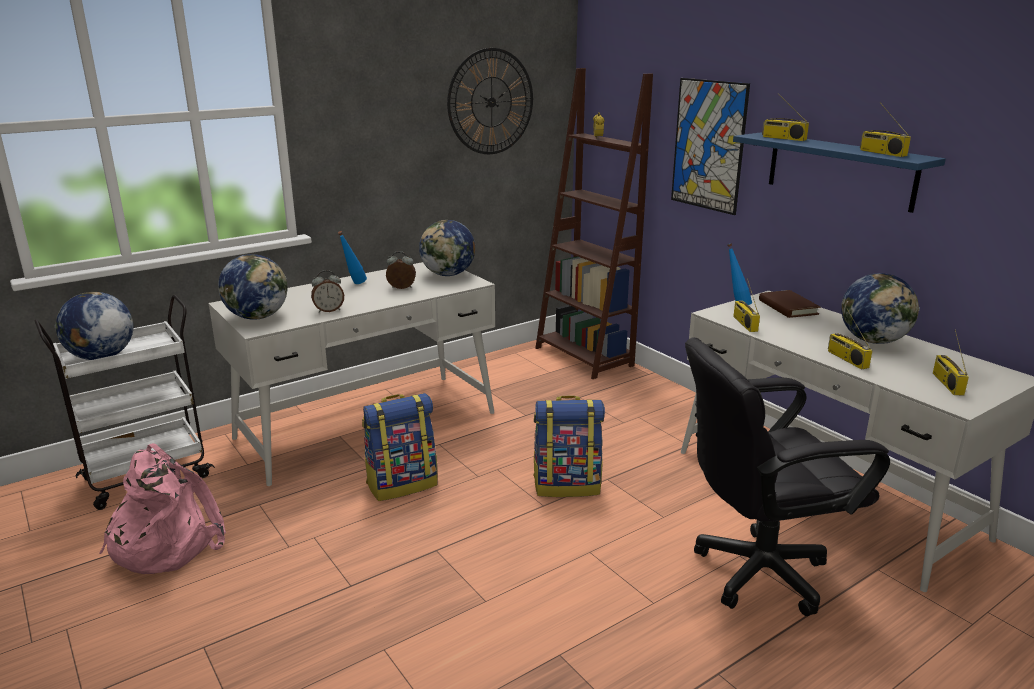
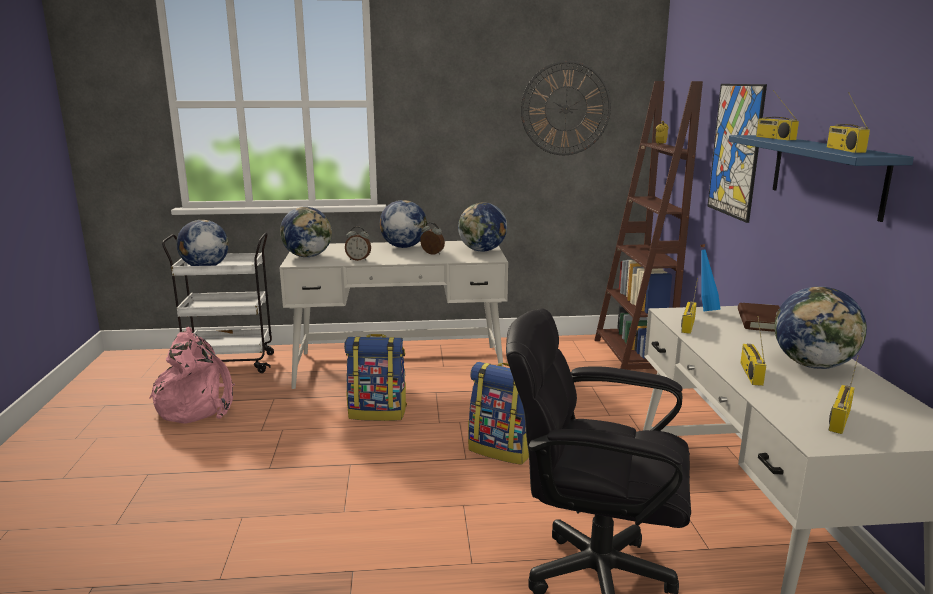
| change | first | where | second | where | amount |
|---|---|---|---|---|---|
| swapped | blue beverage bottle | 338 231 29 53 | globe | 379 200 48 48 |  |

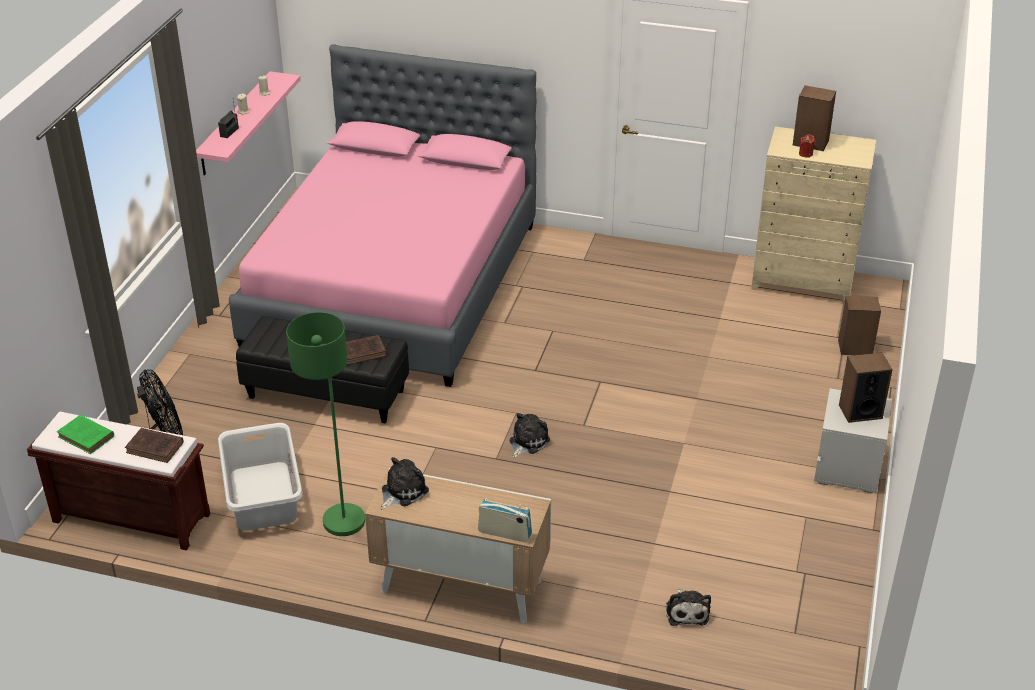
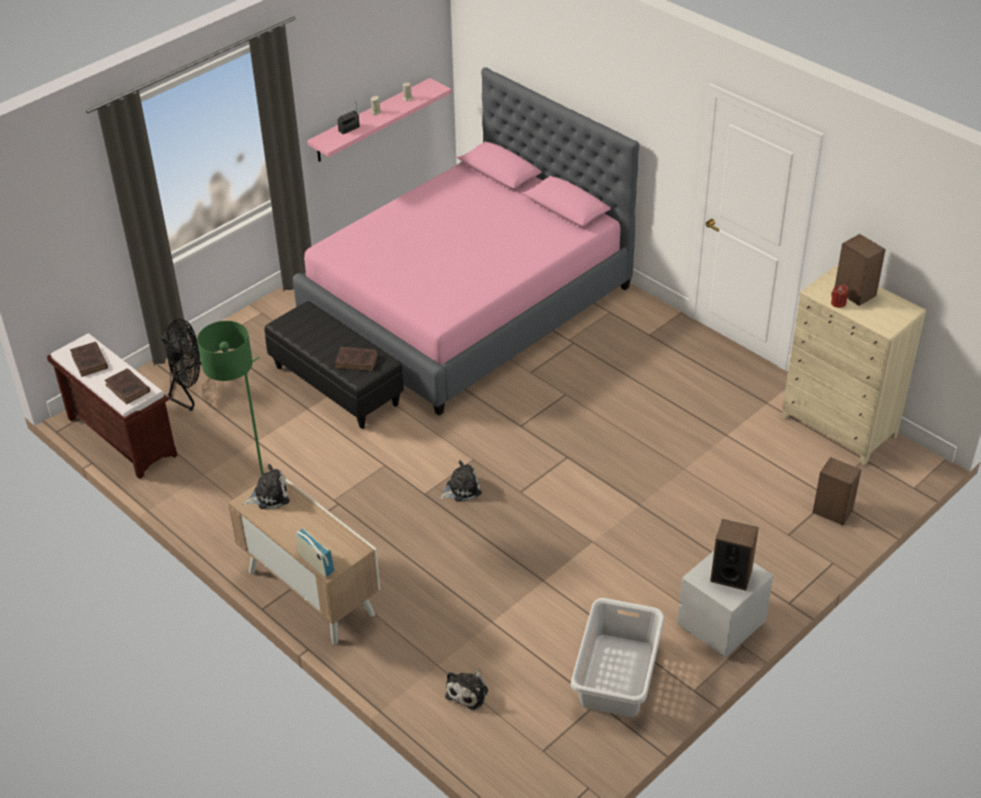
| change | first | where | second | where | amount |
|---|---|---|---|---|---|
| repainted | greenish book | 57 415 57 39 | brown book | 70 342 38 35 |  |
| shifted | gray washing basket | 218 423 85 108 |  | 571 598 93 119 |  |

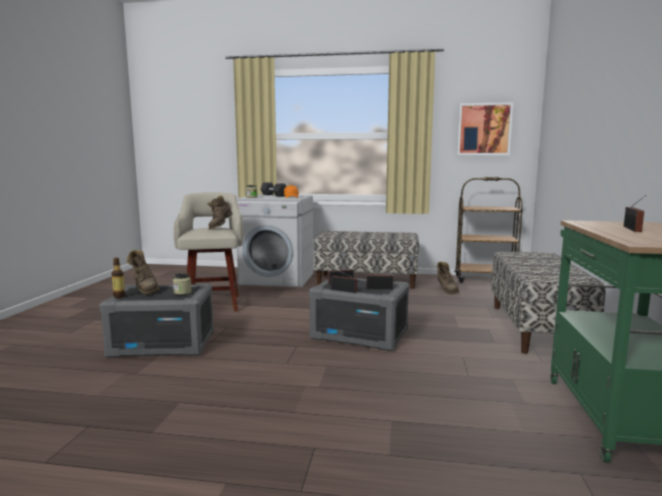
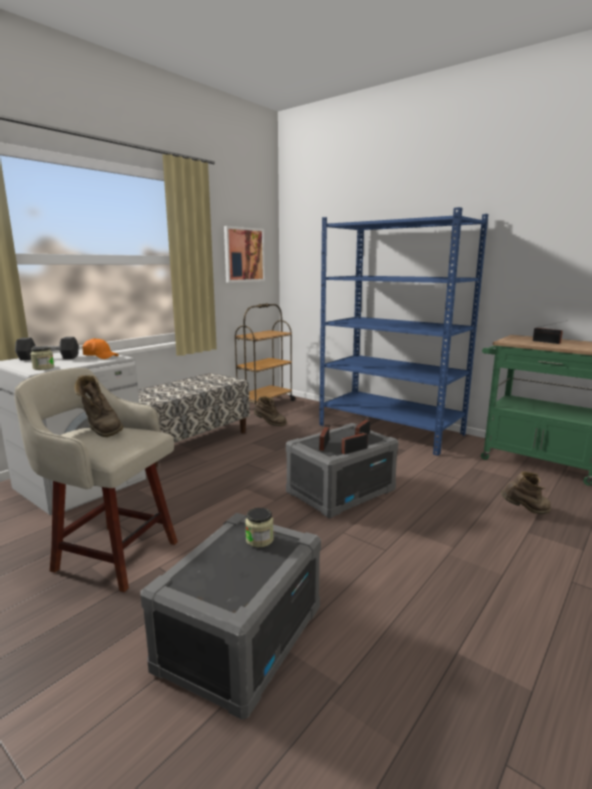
| change | first | where | second | where | amount |
|---|---|---|---|---|---|
| gone | beverage bottle | 112 258 13 40 |  |  |  |
| shifted | brown tall boot | 127 250 32 45 |  | 501 471 50 43 |  |
| swapped | long seat | 491 252 114 102 | blue shelving unit | 319 207 169 249 |  |

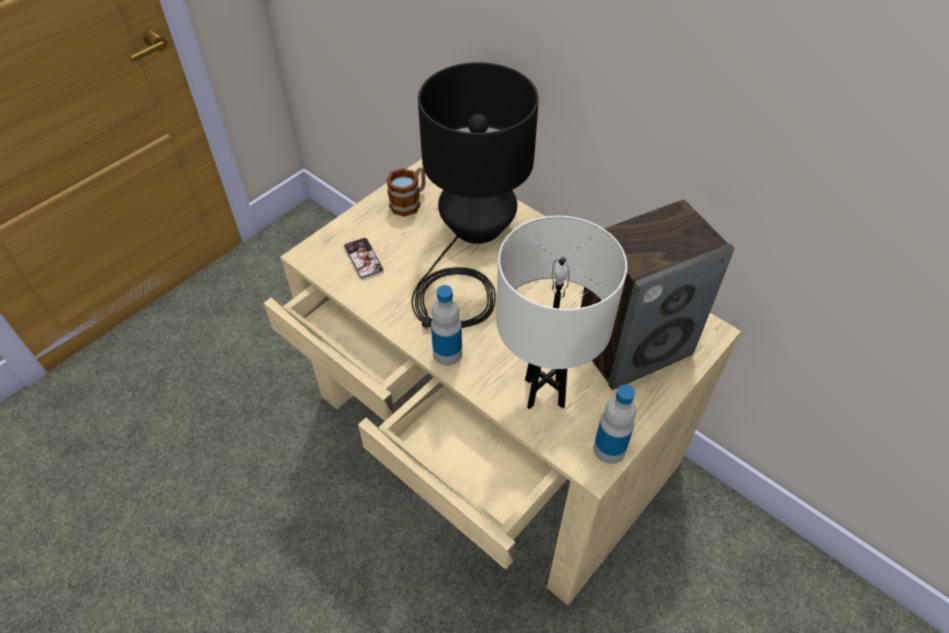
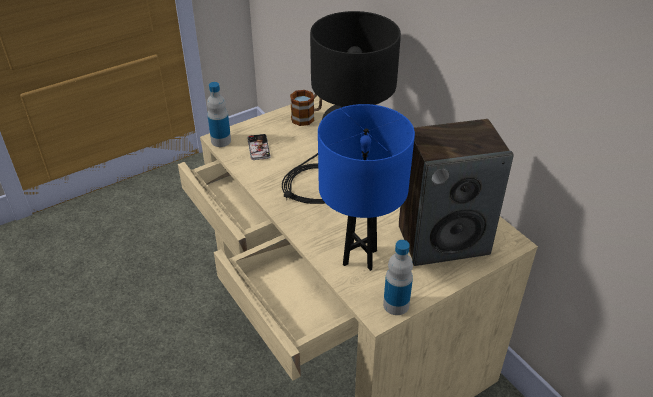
| change | first | where | second | where | amount |
|---|---|---|---|---|---|
| shifted | beverage bottle | 431 285 31 81 |  | 207 82 24 65 |  |
| repainted | white-coloured lamp for a table | 496 216 131 193 | blue lamp for a table | 318 104 97 167 |  |

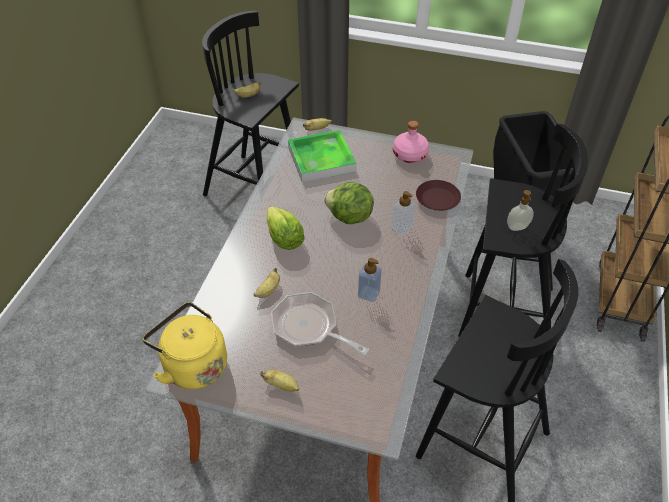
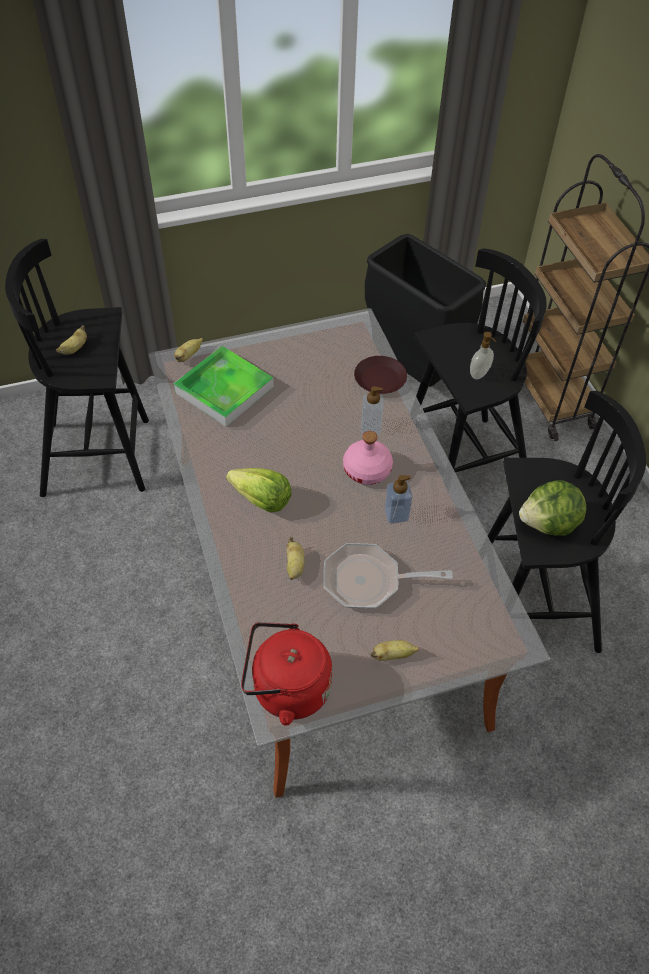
| change | first | where | second | where | amount |
|---|---|---|---|---|---|
| repainted | yellow kettle | 143 302 84 88 | red-coloured kettle | 241 622 91 104 |  |
| shifted | lettuce head | 324 182 50 42 |  | 519 480 67 56 |  |
| shifted | pink-coloured beverage bottle | 393 121 36 42 |  | 343 431 50 54 |  |

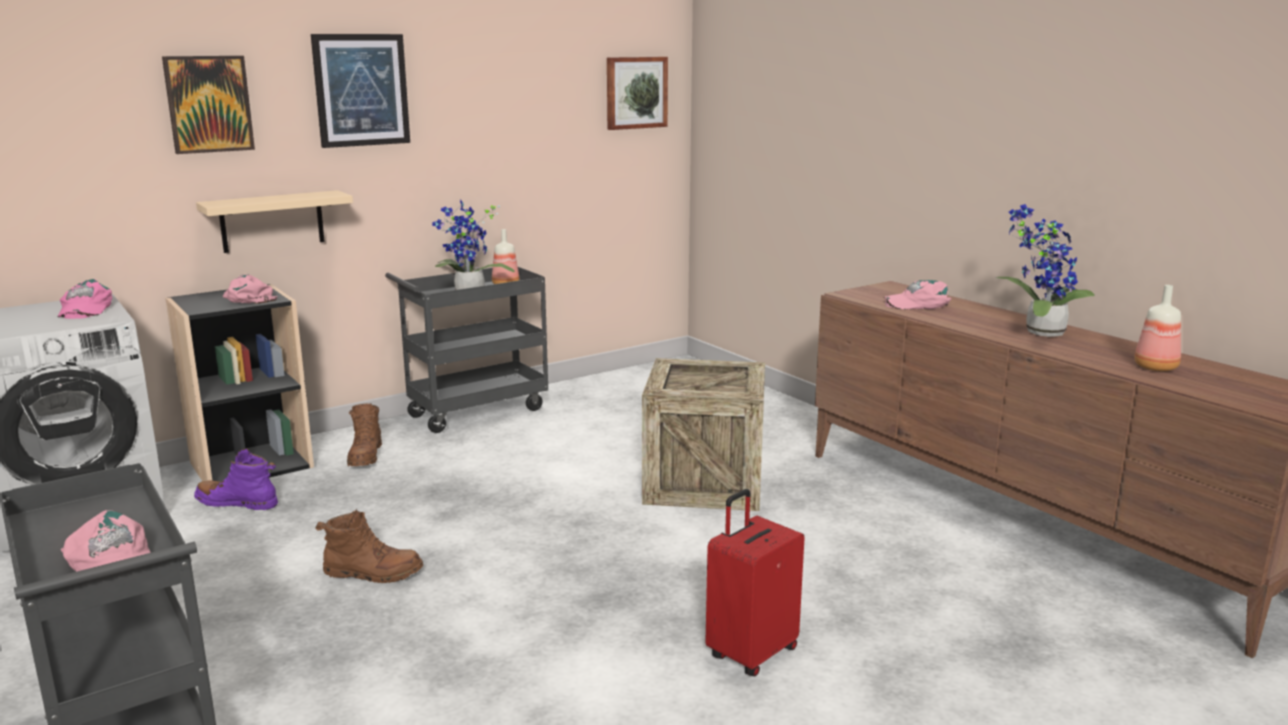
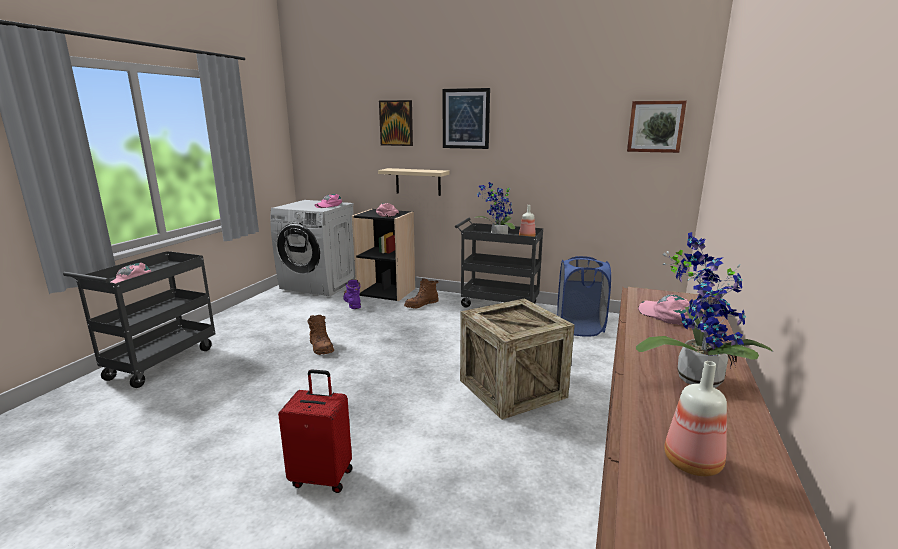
| change | first | where | second | where | amount |
|---|---|---|---|---|---|
| new |  |  | blue washing basket | 557 256 54 80 |  |

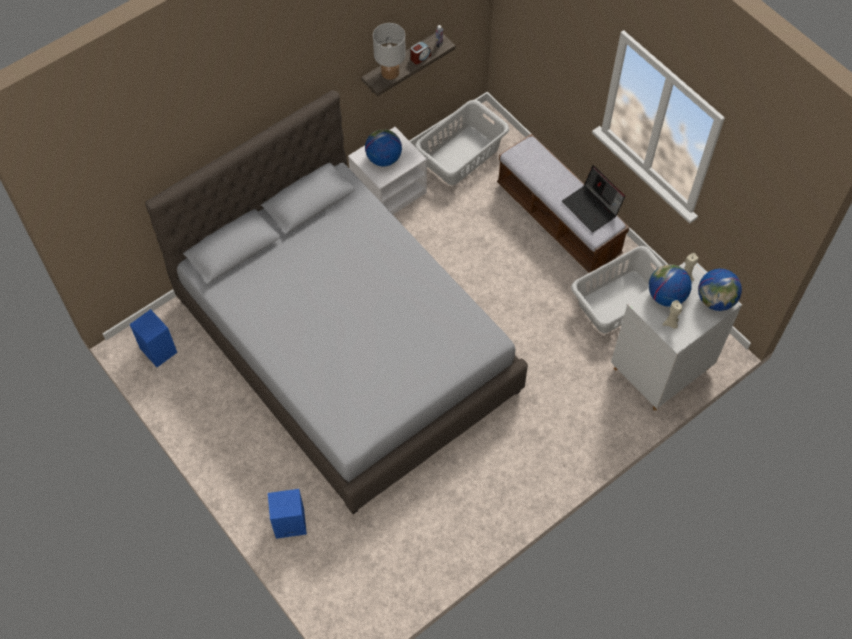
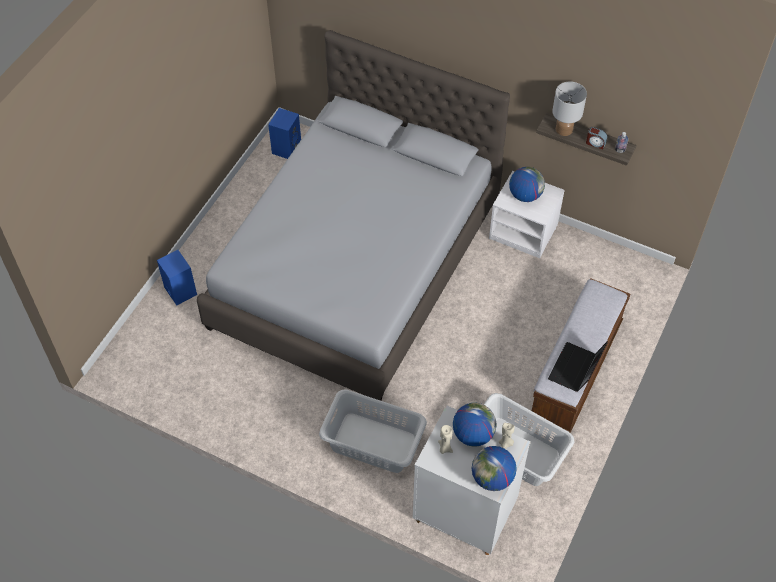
| change | first | where | second | where | amount |
|---|---|---|---|---|---|
| shifted | gray washing basket | 415 100 94 85 |  | 319 390 108 83 |  |

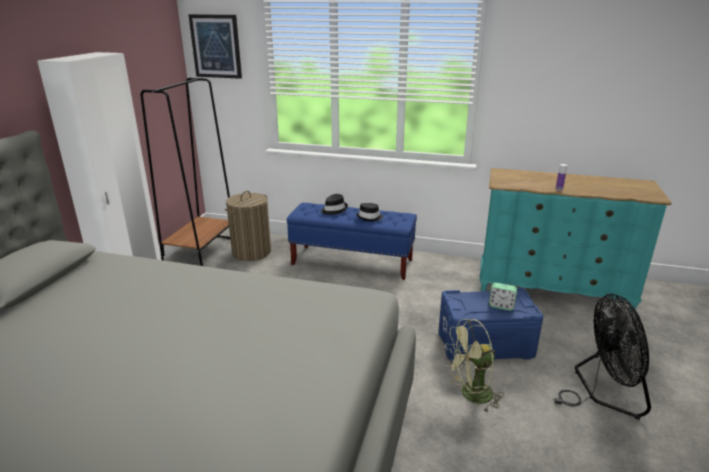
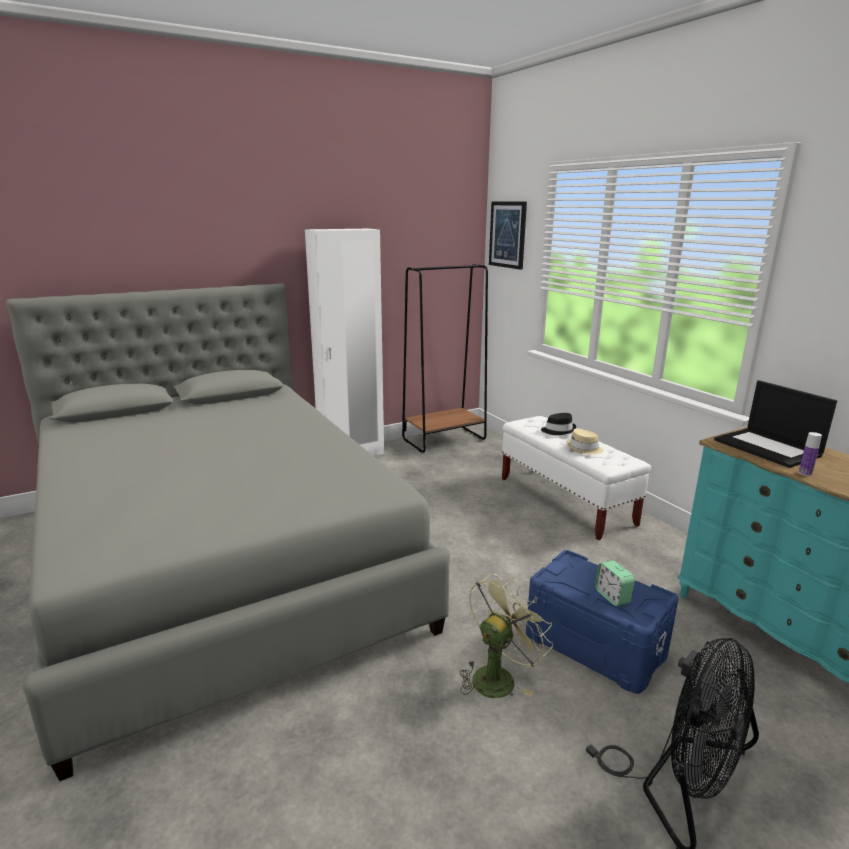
| change | first | where | second | where | amount |
|---|---|---|---|---|---|
| gone | washing basket | 225 191 46 70 |  |  |  |
| repainted | blue long seat | 287 203 130 77 | white-coloured long seat | 502 416 149 124 |  |
| repainted | black-coloured clothing hat | 356 203 27 19 | beige-coloured clothing hat | 566 428 38 27 |  |
| rotated | greenish electric fan | 445 319 59 94 |  | 460 573 93 125 | 105 degrees clockwise |
| new |  |  | notebook computer | 714 380 123 88 |  |

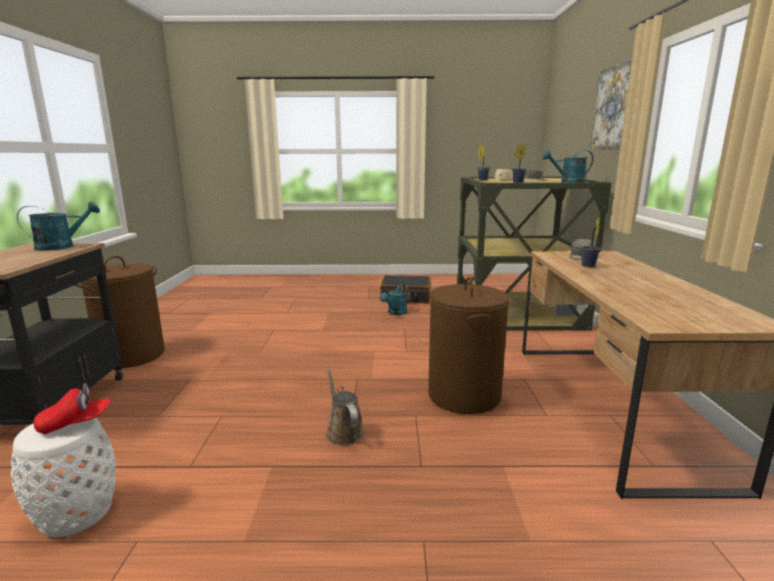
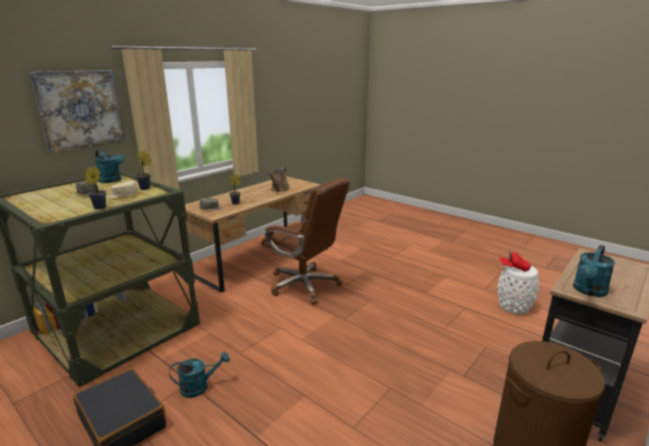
| change | first | where | second | where | amount |
|---|---|---|---|---|---|
| rotated | blue-green watering pot | 17 201 83 50 |  | 573 245 42 52 | 45 degrees counterclockwise |
| shifted | brown watering pot | 326 366 39 80 |  | 268 168 21 24 |  |
| swapped | brown washing basket | 428 277 81 137 | brown office chair | 261 178 89 126 |  |

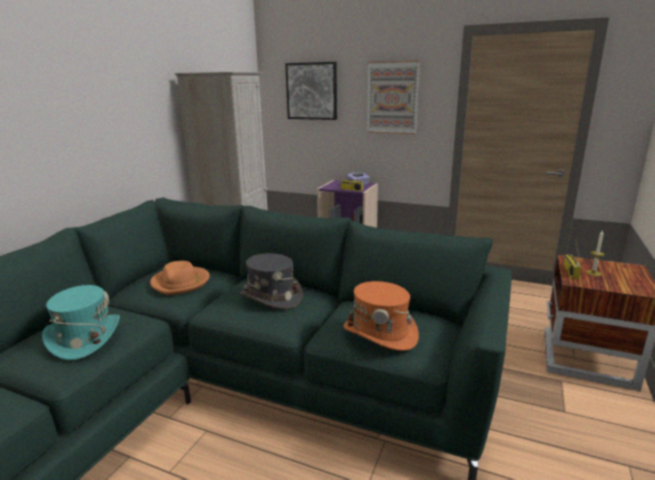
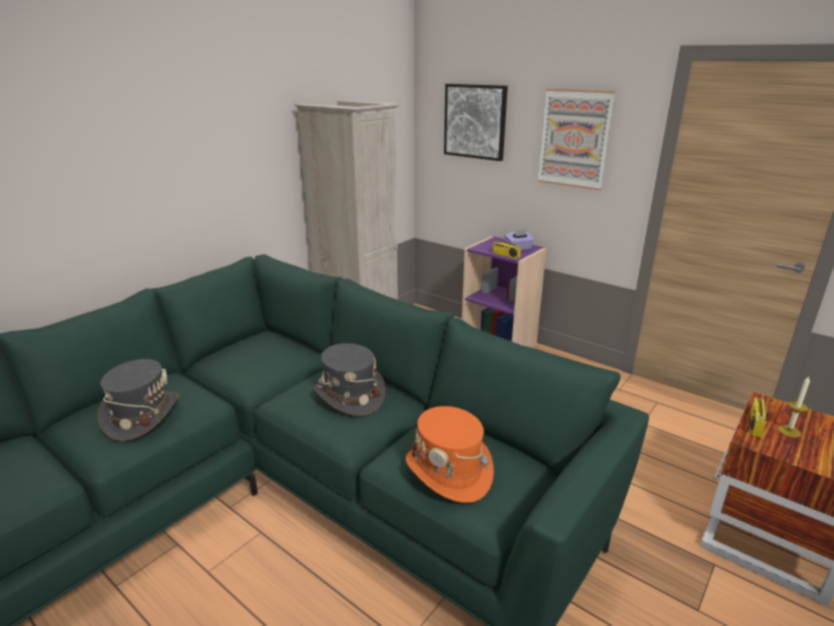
| change | first | where | second | where | amount |
|---|---|---|---|---|---|
| repainted | blue-green clothing hat | 42 285 78 75 | gray clothing hat | 97 359 82 82 |  |
| gone | orange-coloured clothing hat | 150 261 60 34 |  |  |  |

